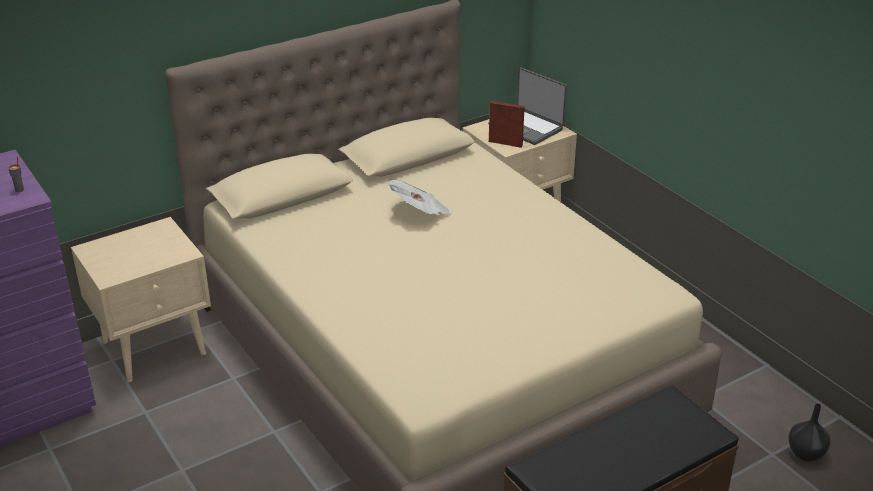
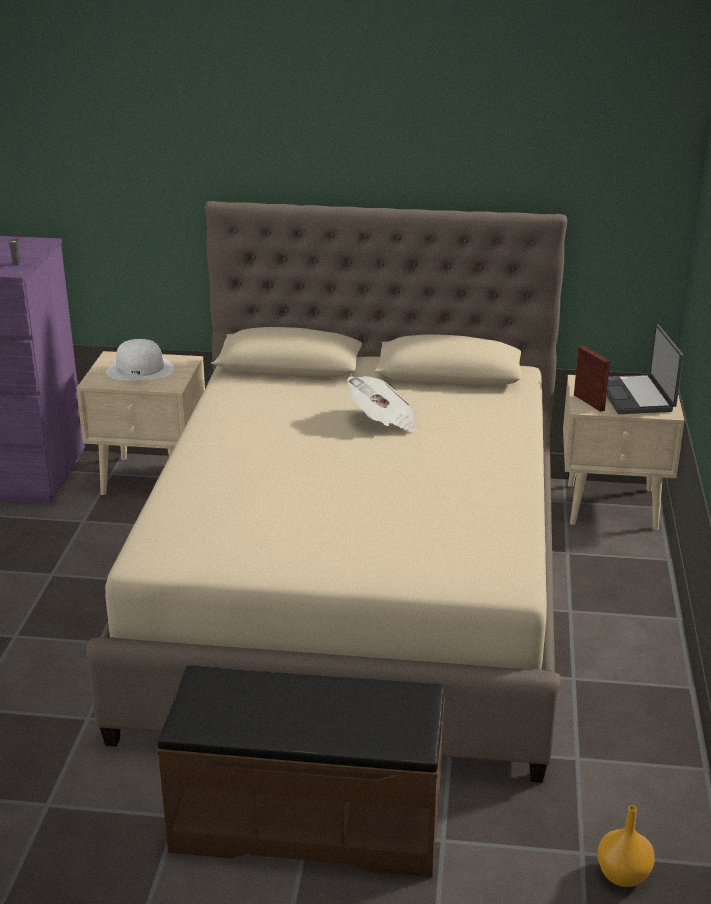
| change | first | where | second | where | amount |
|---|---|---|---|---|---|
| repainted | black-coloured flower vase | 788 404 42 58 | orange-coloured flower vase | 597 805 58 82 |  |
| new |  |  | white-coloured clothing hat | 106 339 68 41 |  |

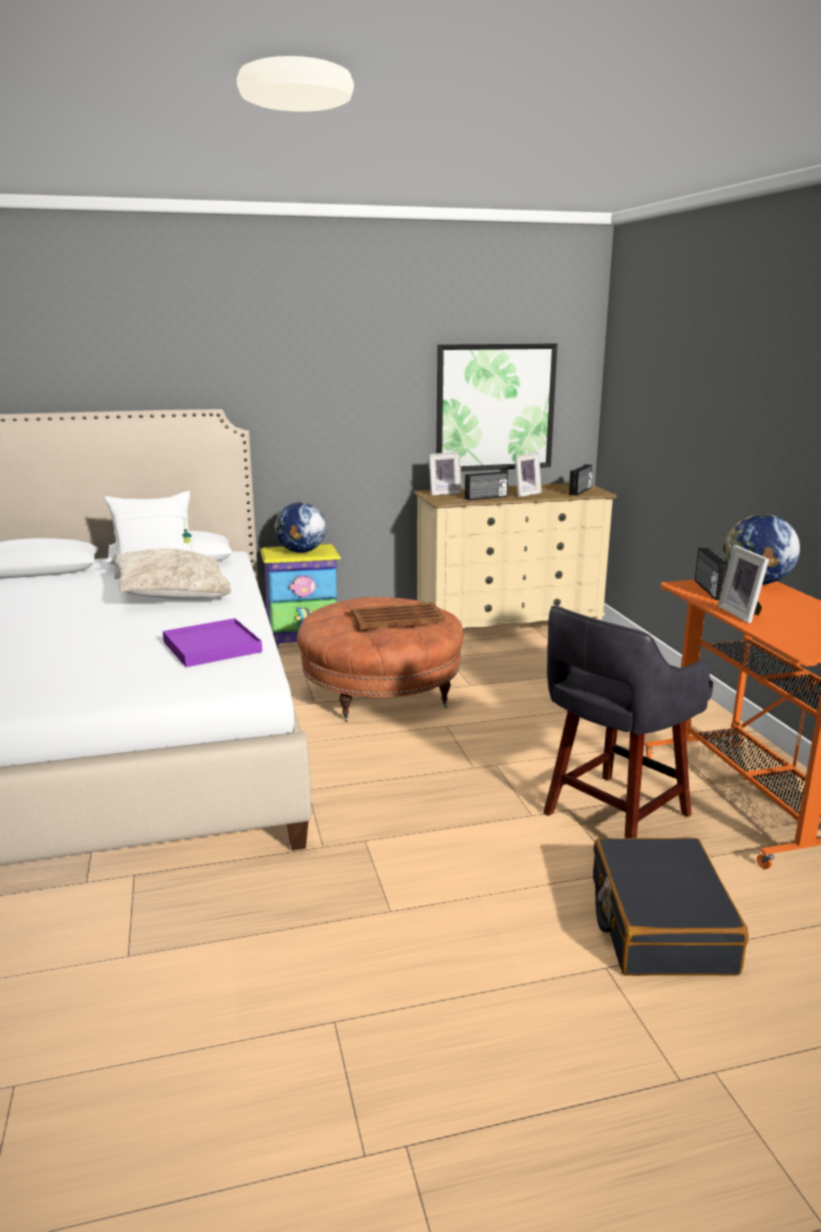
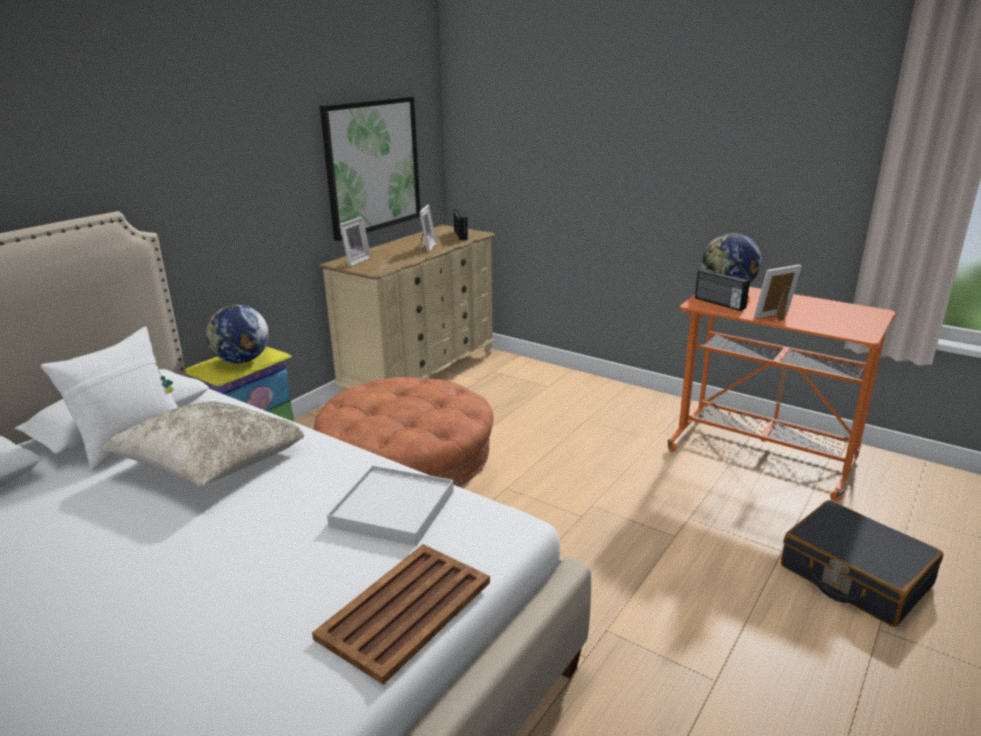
| change | first | where | second | where | amount |
|---|---|---|---|---|---|
| repainted | purple carrying tray | 163 618 99 49 | white-coloured carrying tray | 327 465 127 81 |  |
| shifted | brown carrying tray | 351 602 95 27 |  | 312 544 178 141 |  |
| gone | radio receiver | 465 471 43 29 |  |  |  |
| gone | gray sitting stool | 543 606 170 232 |  |  |  |
| rotated | picture frame | 717 545 52 78 |  | 754 264 48 58 | 120 degrees clockwise |

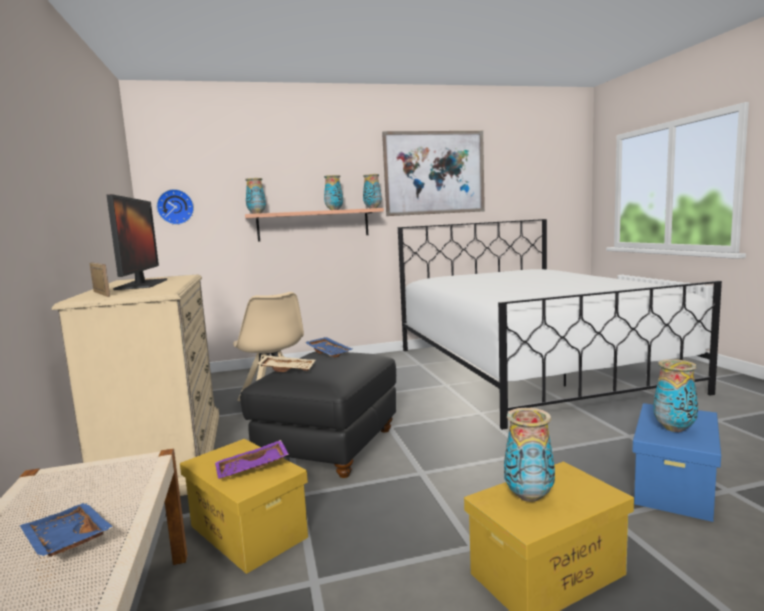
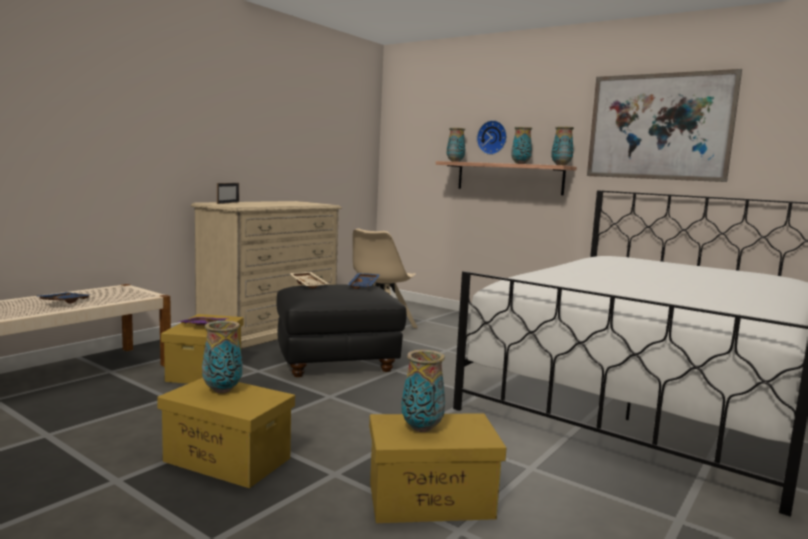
| change | first | where | second | where | amount |
|---|---|---|---|---|---|
| gone | monitor | 106 194 61 96 |  |  |  |
| shifted | hanging clock | 156 189 38 36 |  | 477 120 30 35 |  |
| repainted | blue storage container | 632 403 89 119 | yellow storage container | 369 413 137 110 |  |

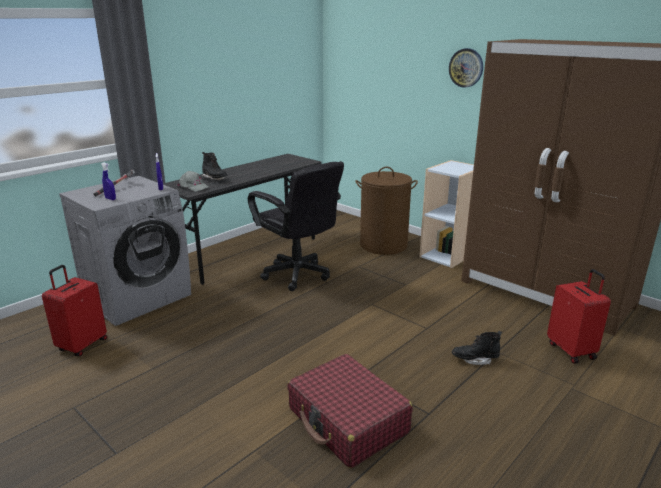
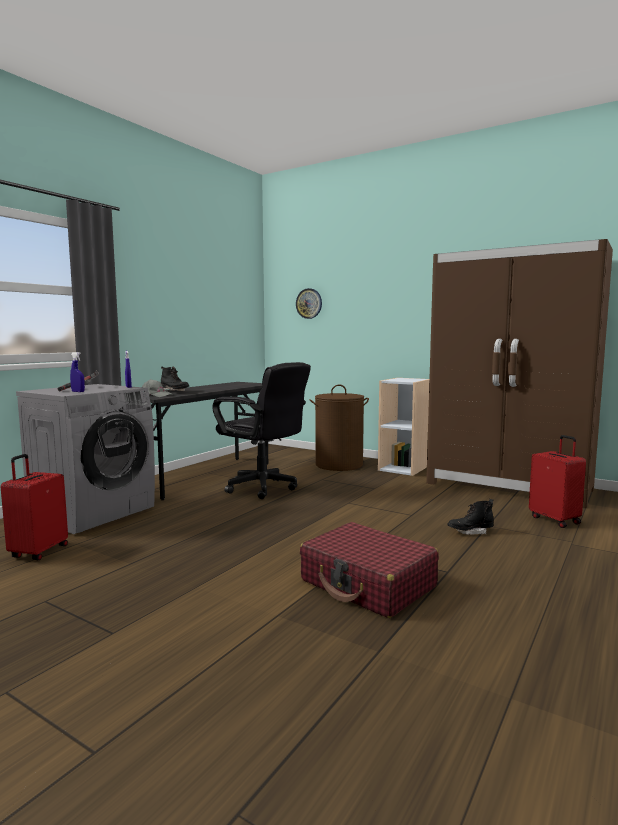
| change | first | where | second | where | amount |
|---|---|---|---|---|---|
| shifted | hanging clock | 449 48 34 40 |  | 296 288 26 31 |  |

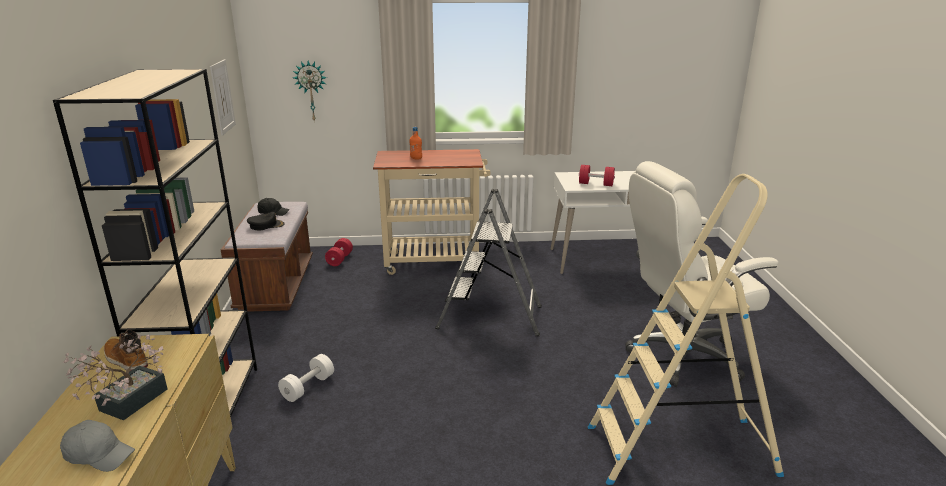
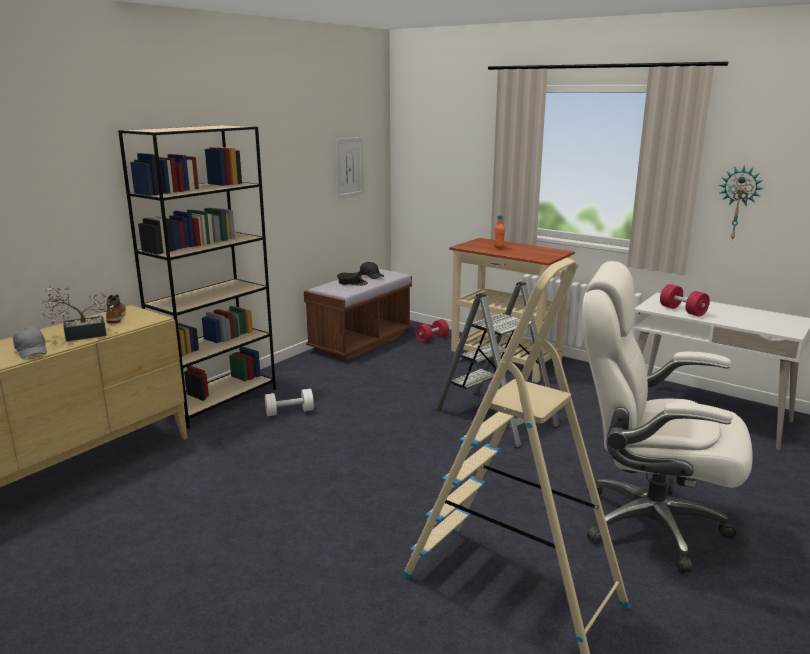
| change | first | where | second | where | amount |
|---|---|---|---|---|---|
| shifted | hanging clock | 293 61 34 61 |  | 719 165 45 75 |  |

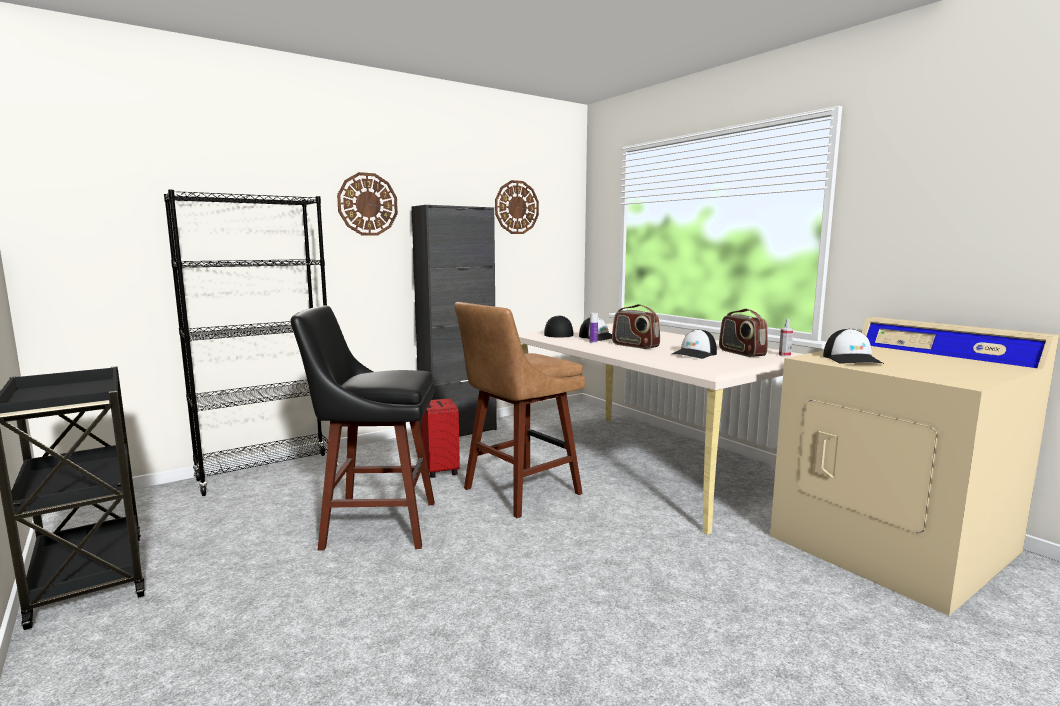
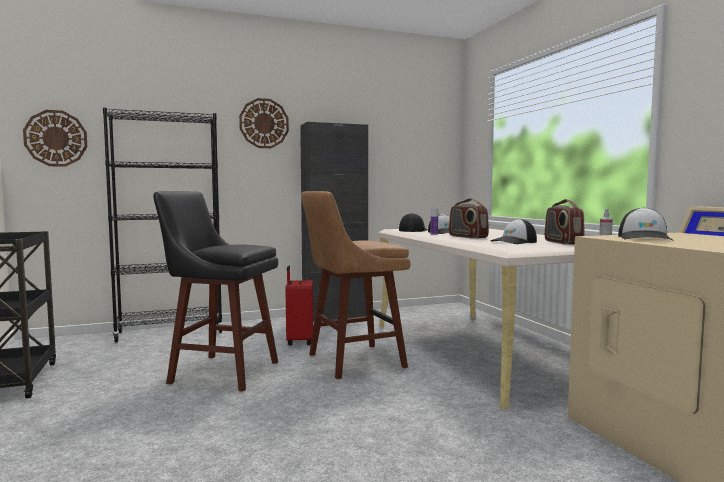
| change | first | where | second | where | amount |
|---|---|---|---|---|---|
| shifted | hanging clock | 495 180 44 54 |  | 23 110 64 57 |  |

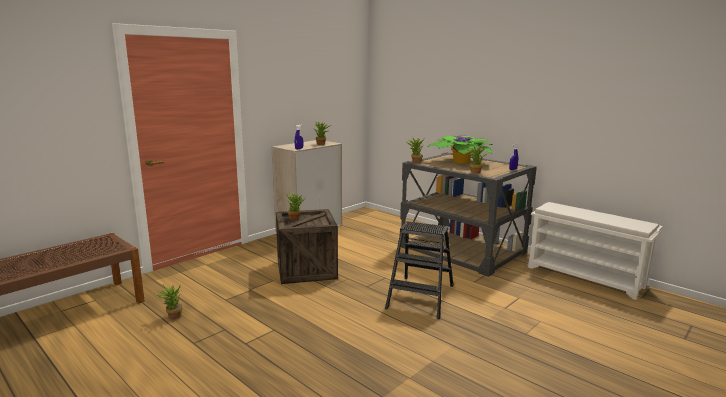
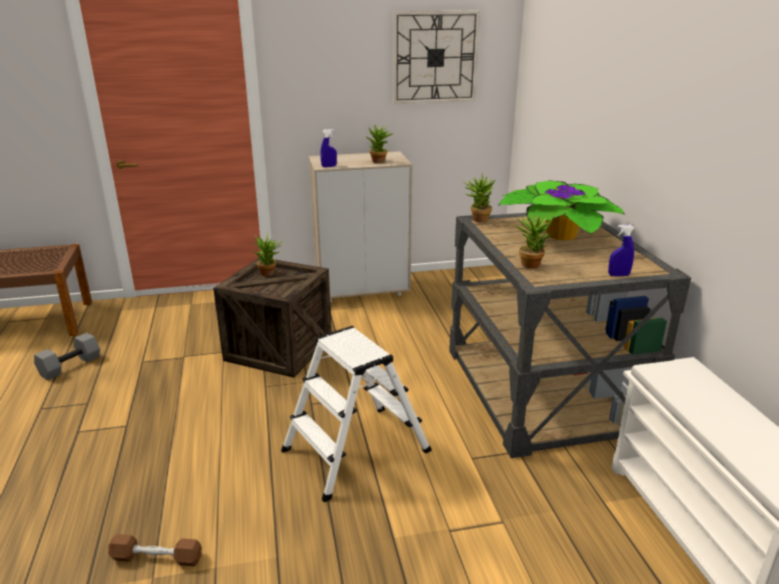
| change | first | where | second | where | amount |
|---|---|---|---|---|---|
| swapped | plant in a pot | 156 284 27 35 | gray free weight | 34 333 66 47 |  |
| repainted | black-coloured stepladder | 385 221 69 98 | white-coloured stepladder | 281 326 151 176 |  |
| new |  |  | brown free weight | 108 534 94 32 |  |
| new |  |  | hanging clock | 393 11 87 93 |  |

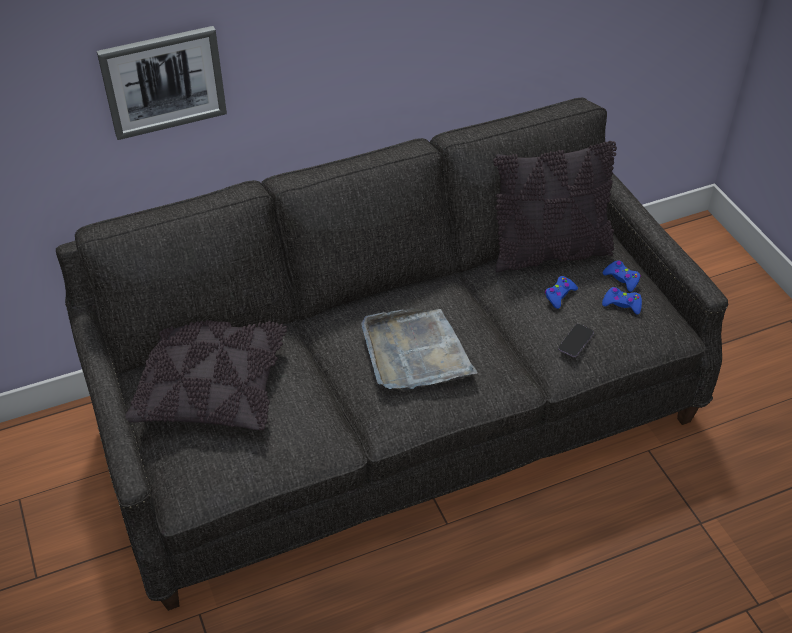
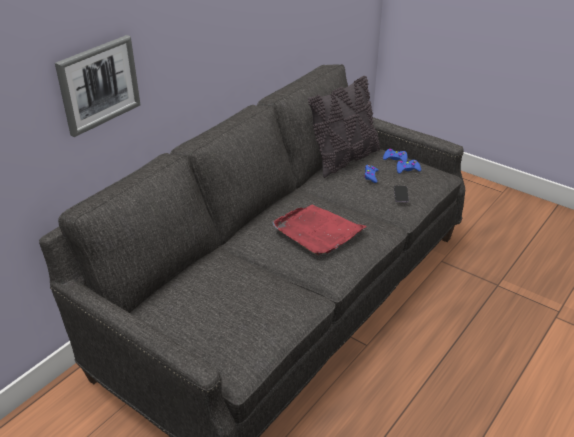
| change | first | where | second | where | amount |
|---|---|---|---|---|---|
| gone | black-coloured cushion | 125 320 162 110 |  |  |  |
| repainted | gray carrying tray | 361 308 116 82 | red-coloured carrying tray | 273 205 94 50 |  |

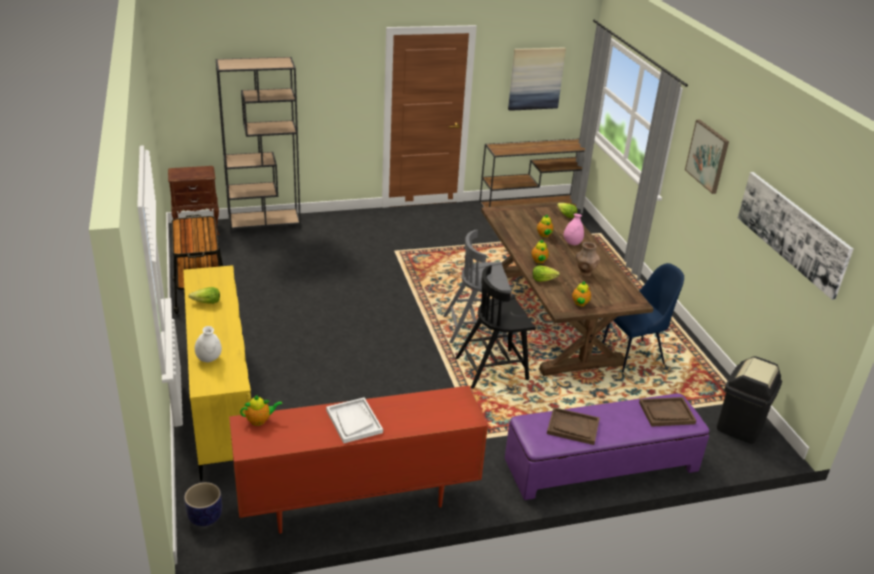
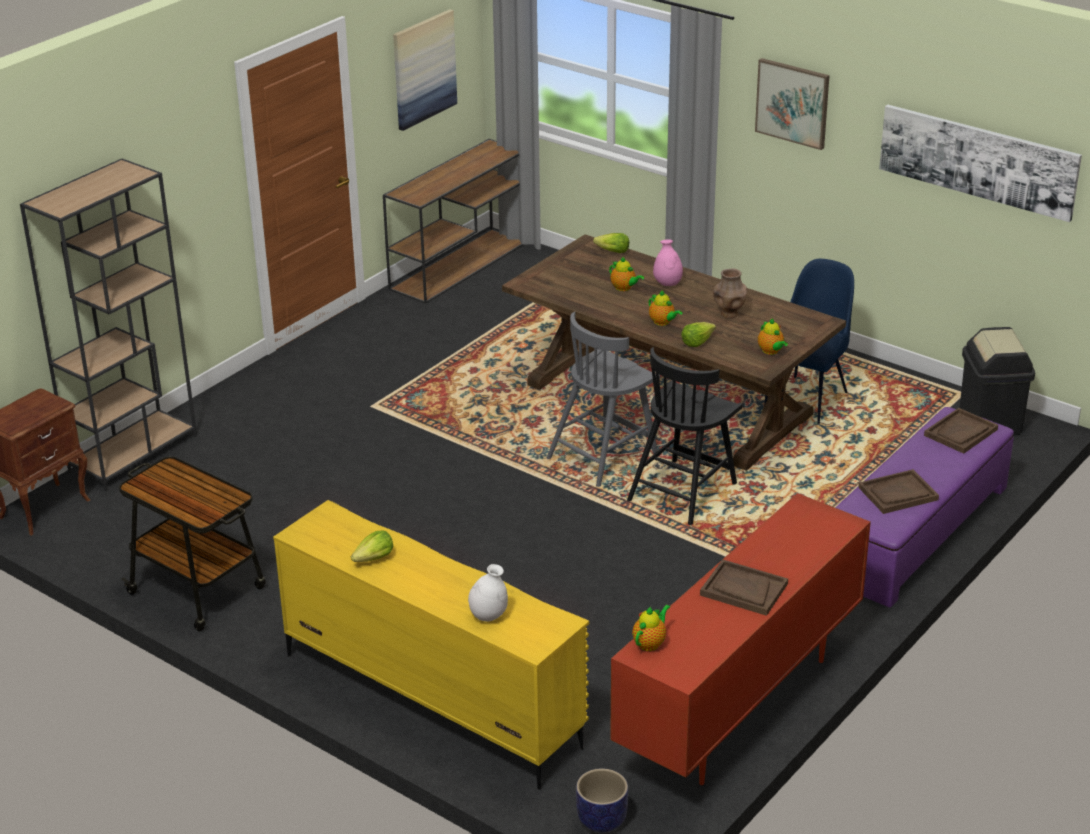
| change | first | where | second | where | amount |
|---|---|---|---|---|---|
| repainted | white-coloured carrying tray | 326 398 57 45 | brown carrying tray | 700 559 88 57 |  |

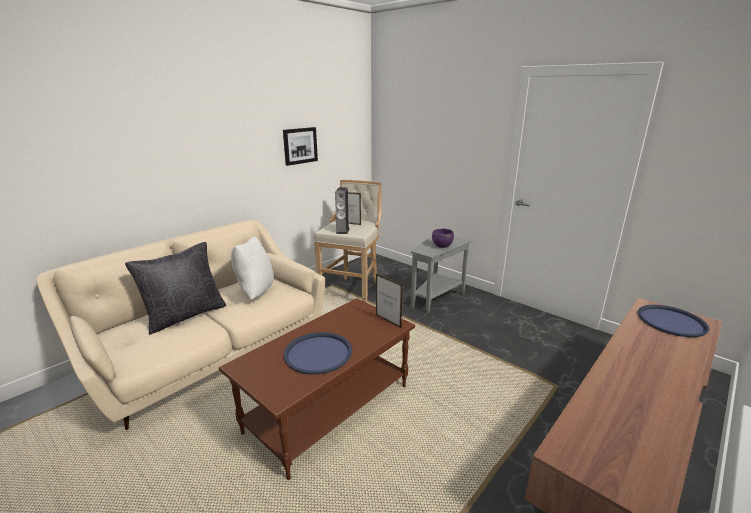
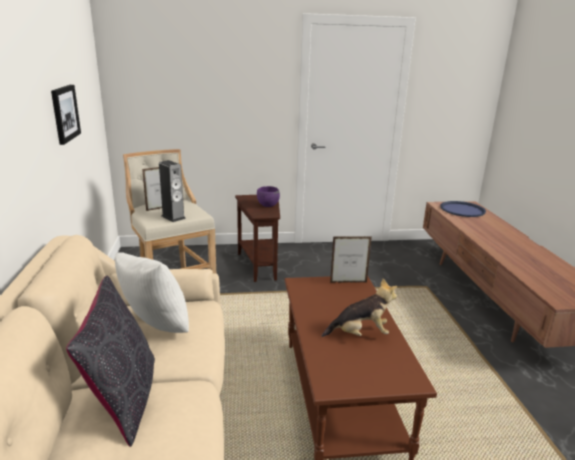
| change | first | where | second | where | amount |
|---|---|---|---|---|---|
| swapped | blue carrying tray | 284 332 68 42 | plush toy | 322 278 75 59 |  |
| repainted | gray accent table | 411 236 61 78 | brown accent table | 235 195 45 87 |  |

